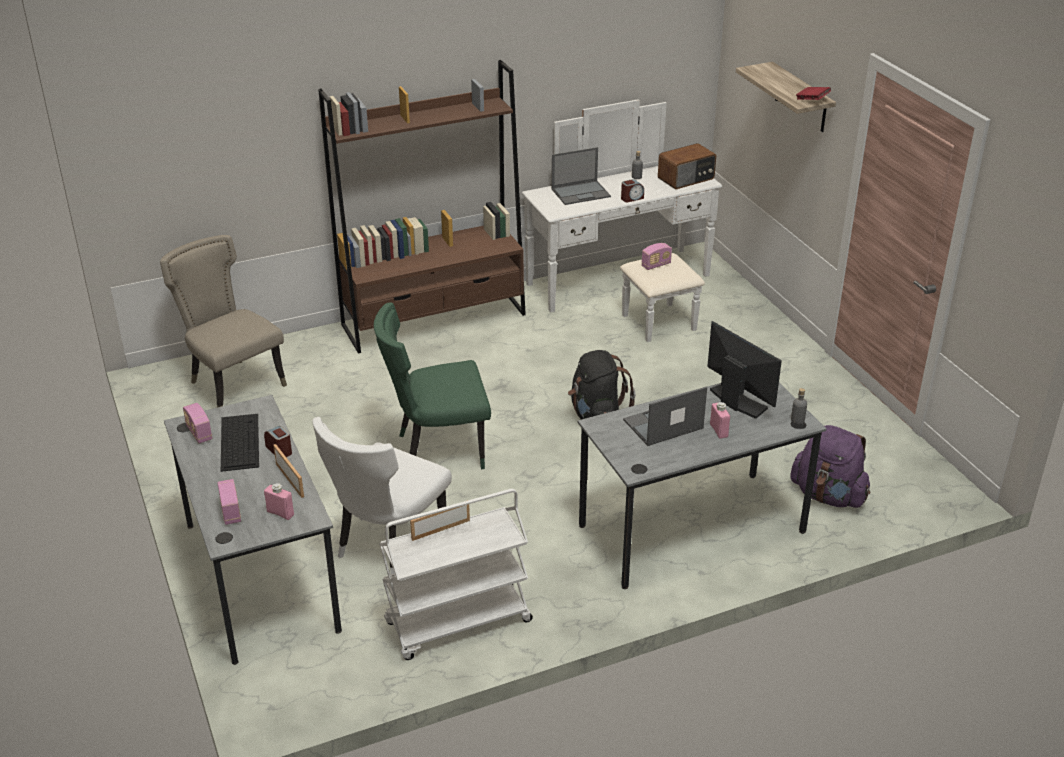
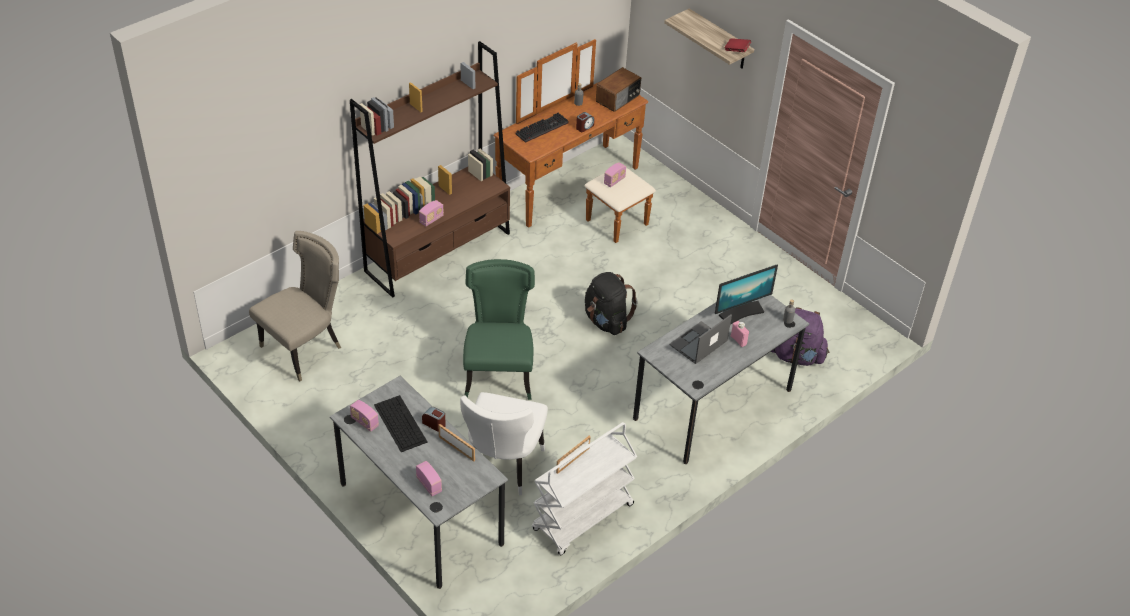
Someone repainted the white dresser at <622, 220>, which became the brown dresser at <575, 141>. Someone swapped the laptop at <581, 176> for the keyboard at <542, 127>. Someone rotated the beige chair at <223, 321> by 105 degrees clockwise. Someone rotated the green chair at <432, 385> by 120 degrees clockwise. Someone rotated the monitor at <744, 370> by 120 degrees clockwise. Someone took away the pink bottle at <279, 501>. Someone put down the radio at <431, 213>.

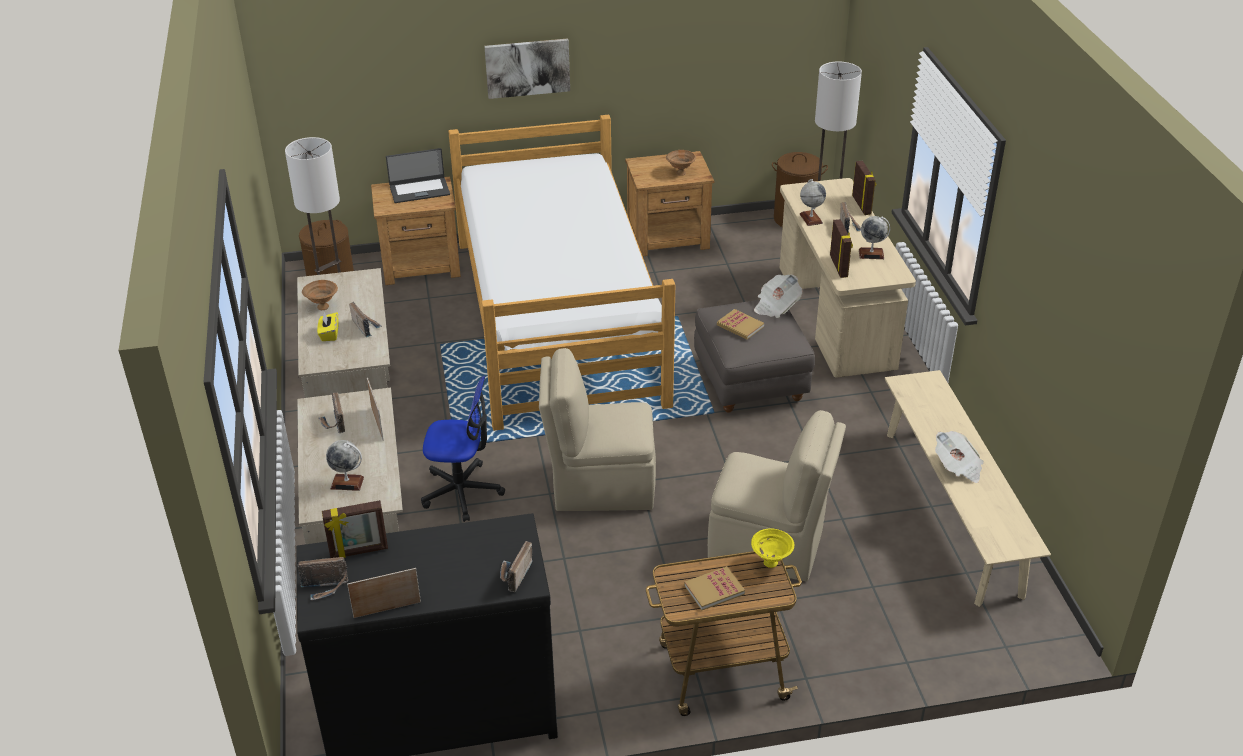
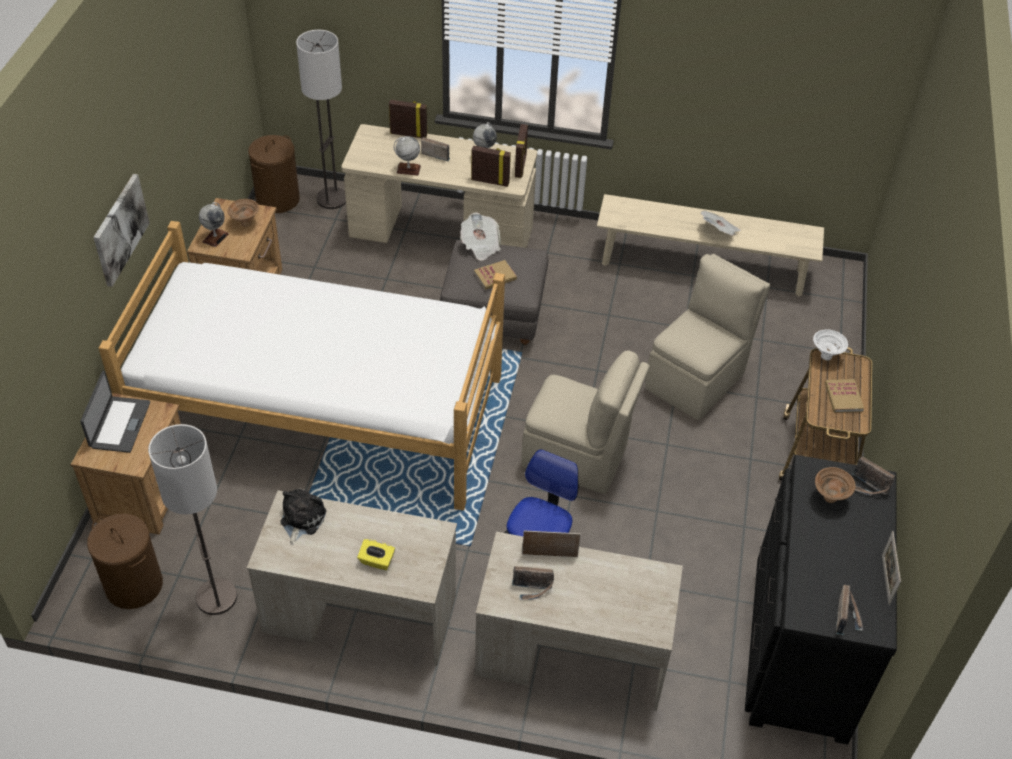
Someone carried the brown bowl from <320, 295> to <835, 485>. Someone took away the radio at <365, 319>. Someone rotated the beige chair at <597, 429> by 90 degrees counterclockwise. Someone carried the globe from <345, 465> to <214, 224>. Someone carried the picture frame from <355, 529> to <521, 151>. Someone repainted the yellow bowl at <773, 548>, which became the white bowl at <830, 344>. Someone put down the plush toy at <303, 517>.

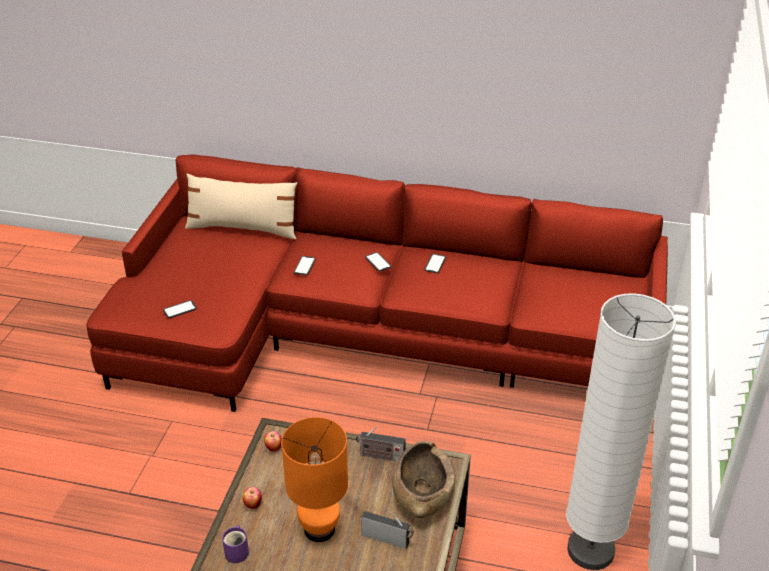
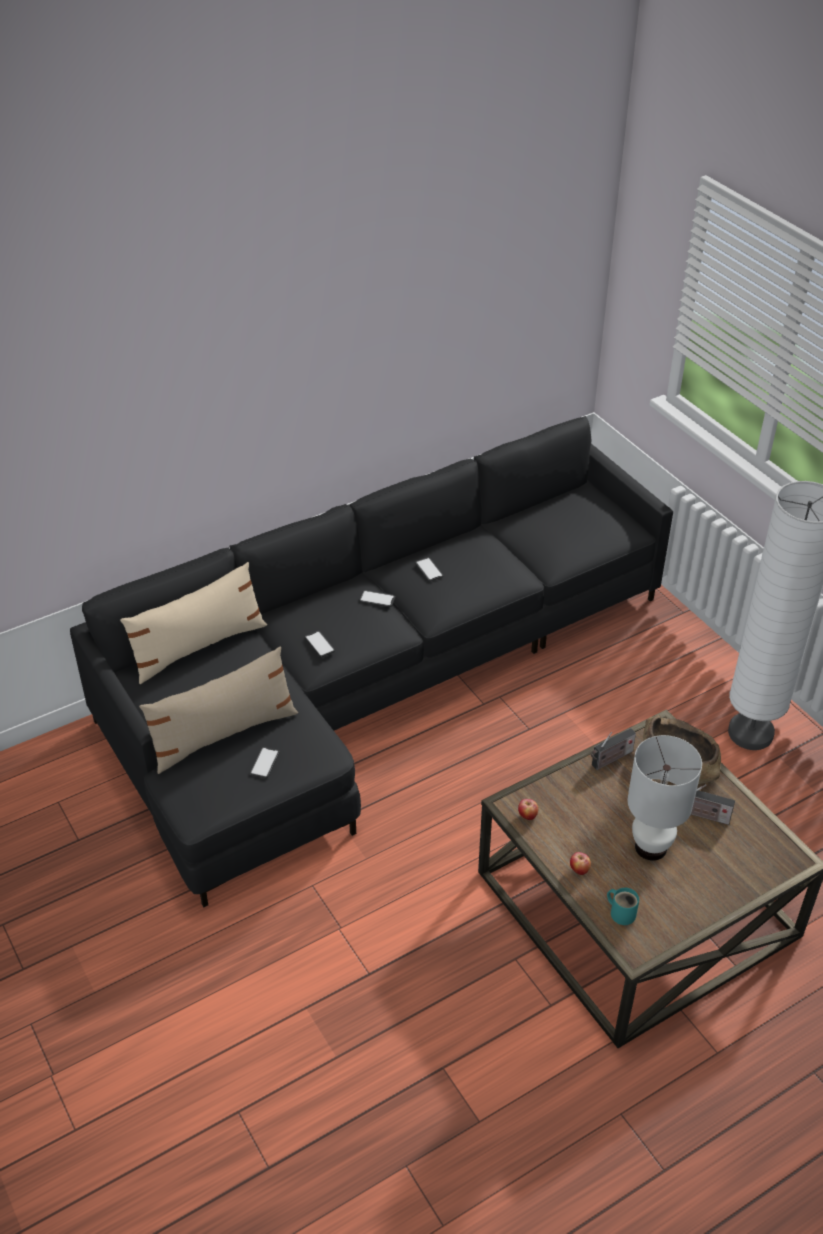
Someone repainted the red sofa at <377, 283>, which became the black sofa at <371, 661>. Someone repainted the orange table lamp at <314, 479>, which became the white table lamp at <664, 798>. Someone rotated the radio at <387, 530> by 135 degrees counterclockwise. Someone repainted the purple mug at <235, 544>, which became the turquoise mug at <623, 906>. Someone put down the beige pillow at <218, 710>.

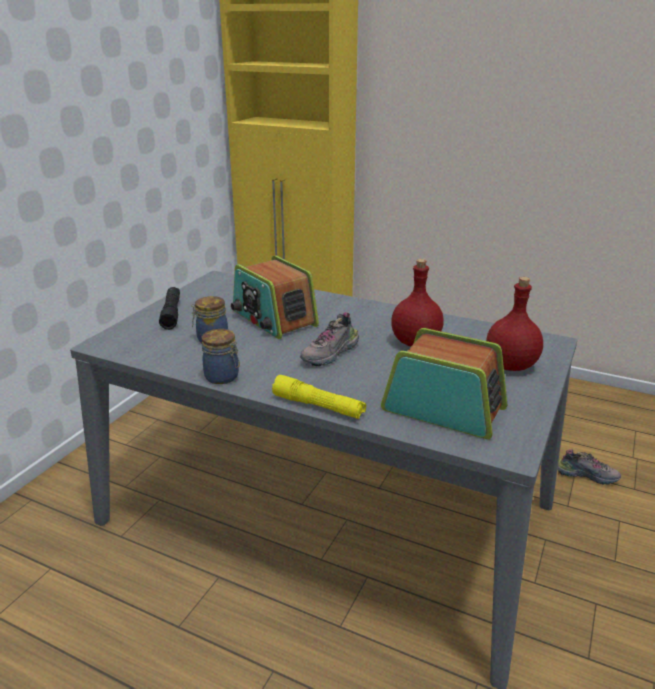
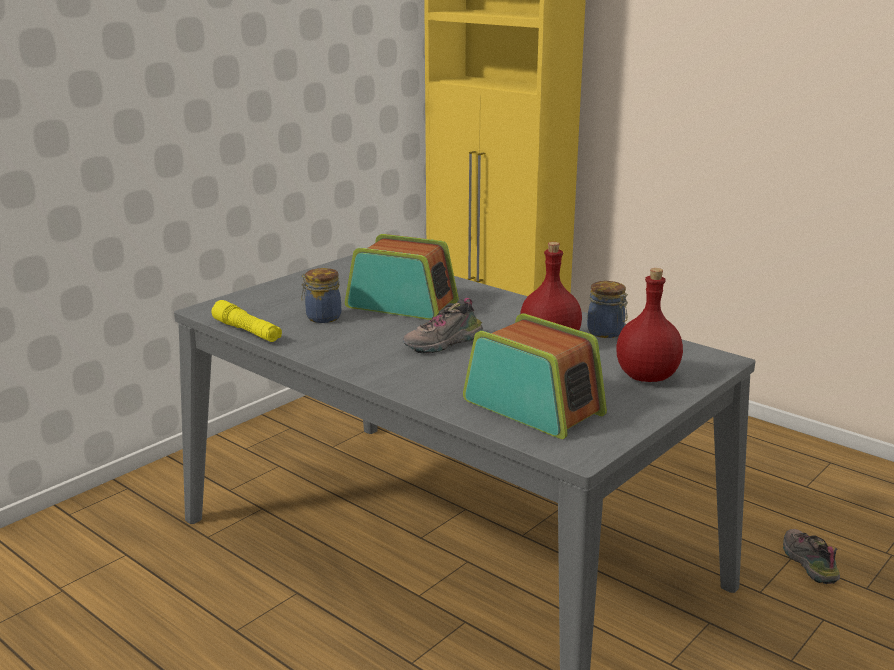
Someone rotated the radio at <275, 297> by 135 degrees clockwise. Someone took away the black flashlight at <169, 308>. Someone carried the jar from <220, 356> to <607, 309>. Someone carried the yellow flashlight from <319, 397> to <247, 321>. Someone rotated the shoe at <589, 467> by 135 degrees counterclockwise.

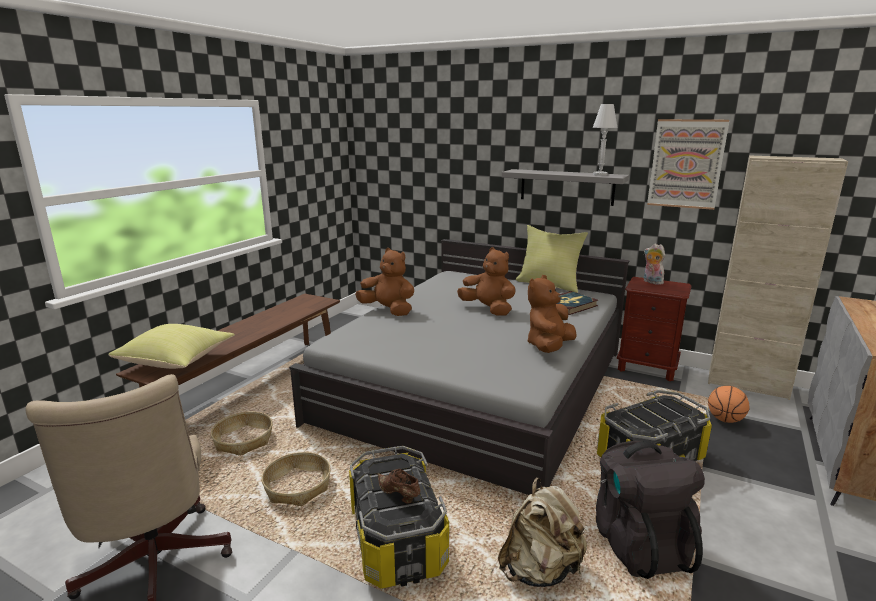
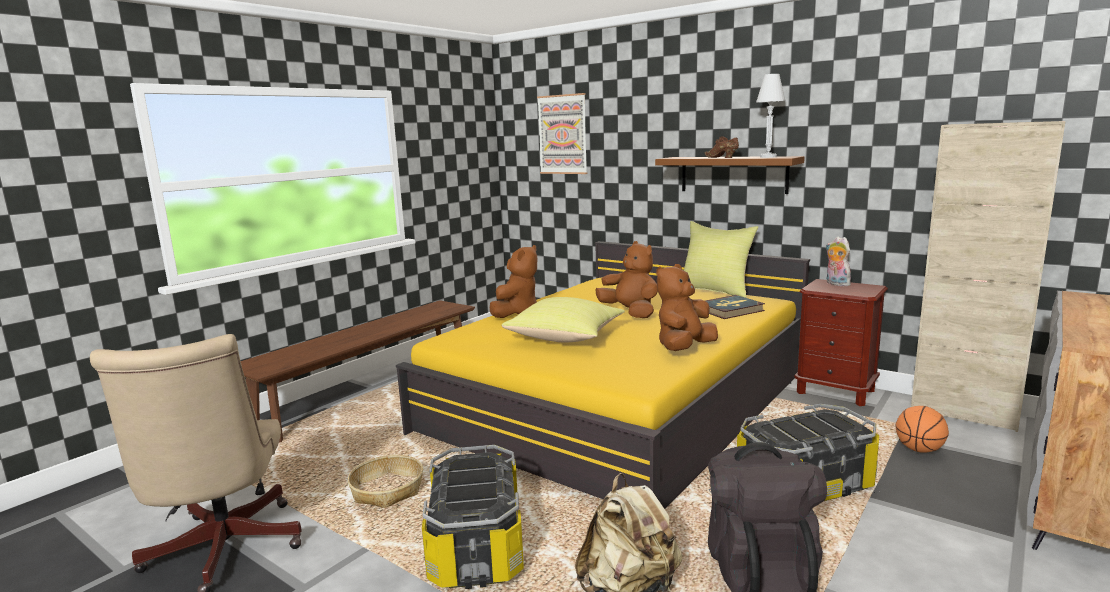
Someone carried the picture from <688, 164> to <562, 133>. Someone repainted the grey shelf at <565, 187>, which became the brown shelf at <730, 175>. Someone repainted the grey bed at <459, 367>, which became the yellow bed at <603, 375>. Someone rotated the brown plush toy at <384, 282> by 75 degrees clockwise. Someone carried the yellow pillow from <171, 346> to <563, 319>. Someone took away the basket at <242, 434>. Someone carried the brown shoe from <398, 486> to <721, 147>.

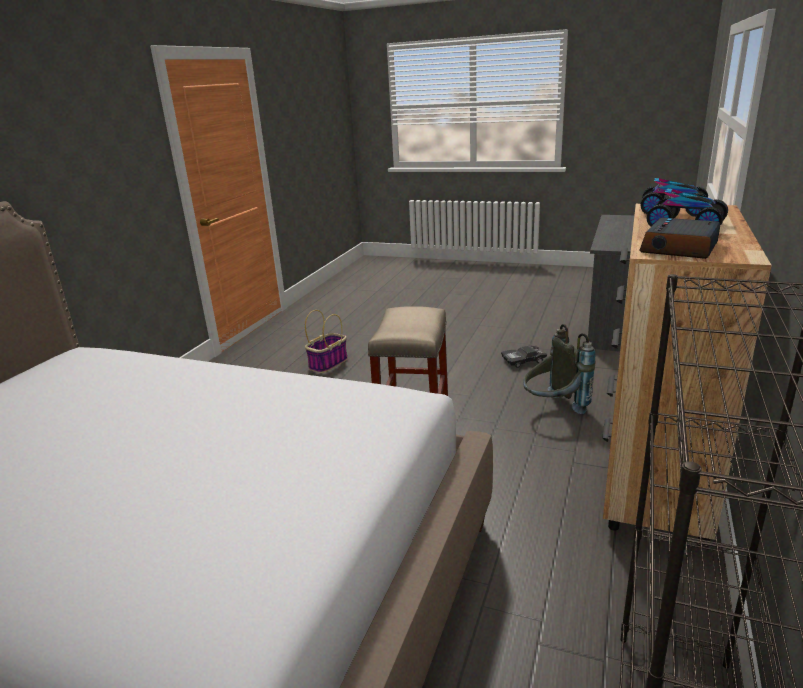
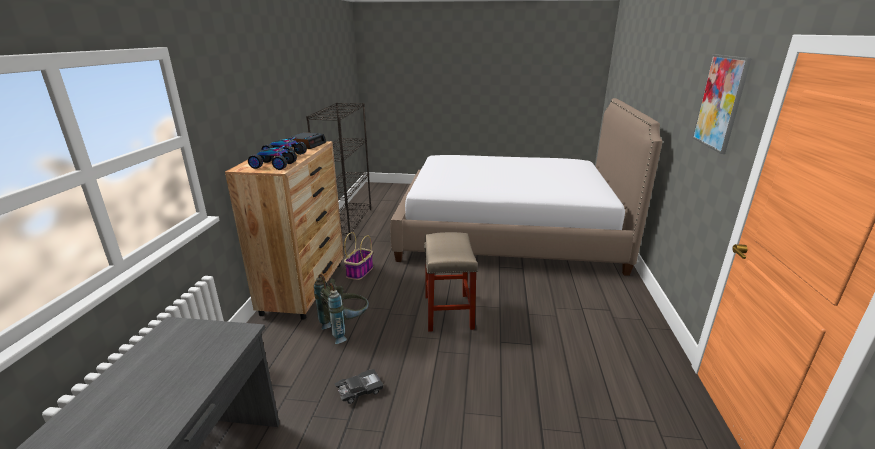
Someone carried the basket from <326, 341> to <358, 256>. Someone put up the picture at <722, 104>.

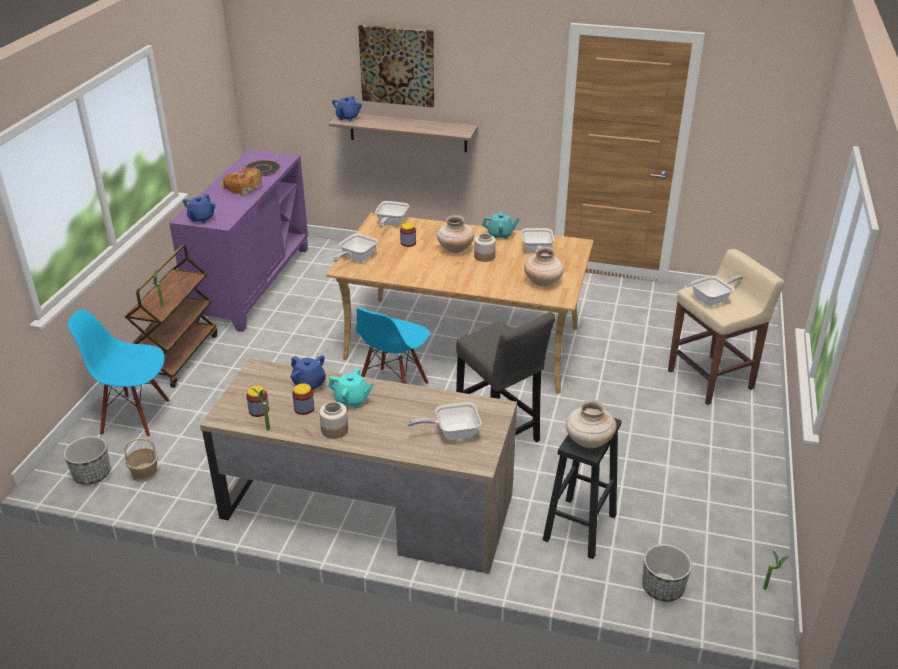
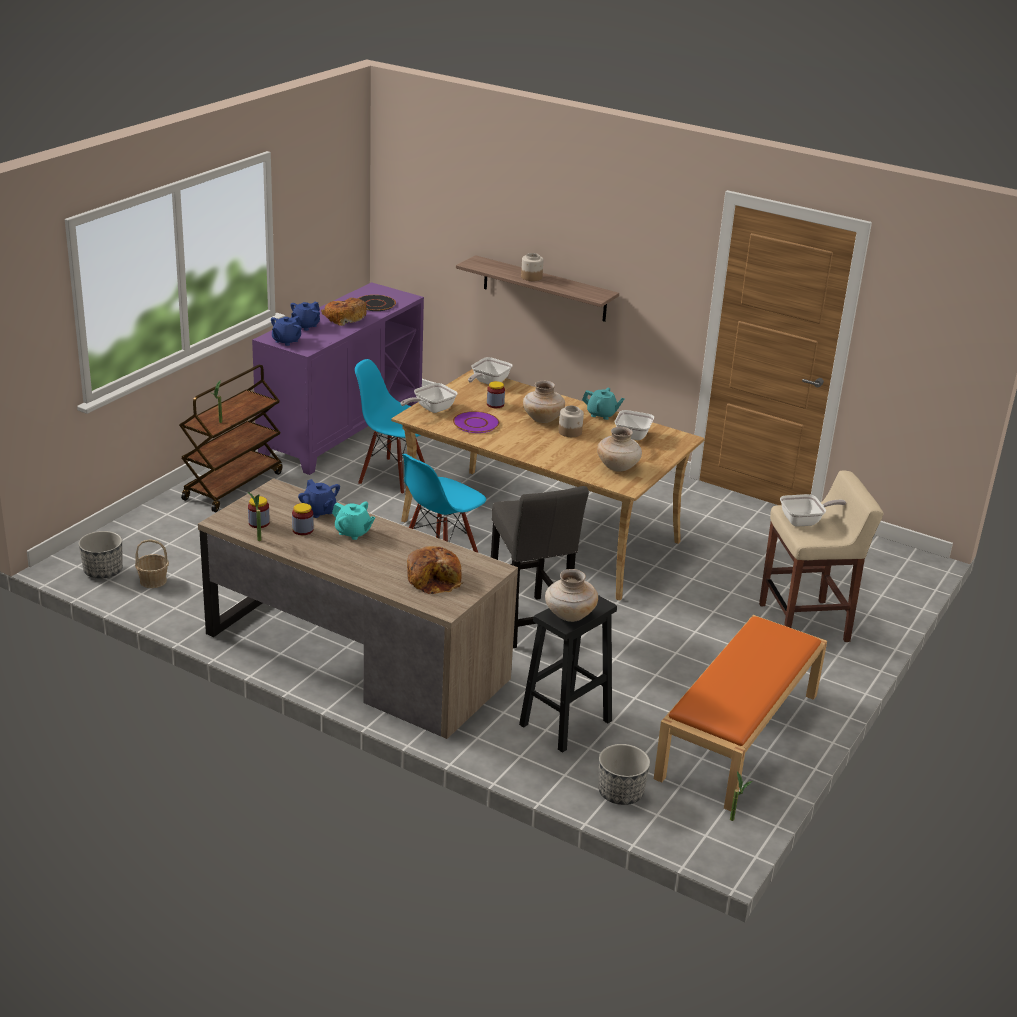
Someone took away the picture at <396, 66>. Someone carried the blue teapot from <347, 108> to <305, 316>. Someone carried the blue chair from <119, 373> to <390, 426>. Someone carried the jar from <333, 420> to <532, 267>. Someone swapped the frying pan at <444, 421> for the bread at <435, 570>. Someone put down the purple plate at <476, 422>. Someone put down the orange bench at <740, 713>.

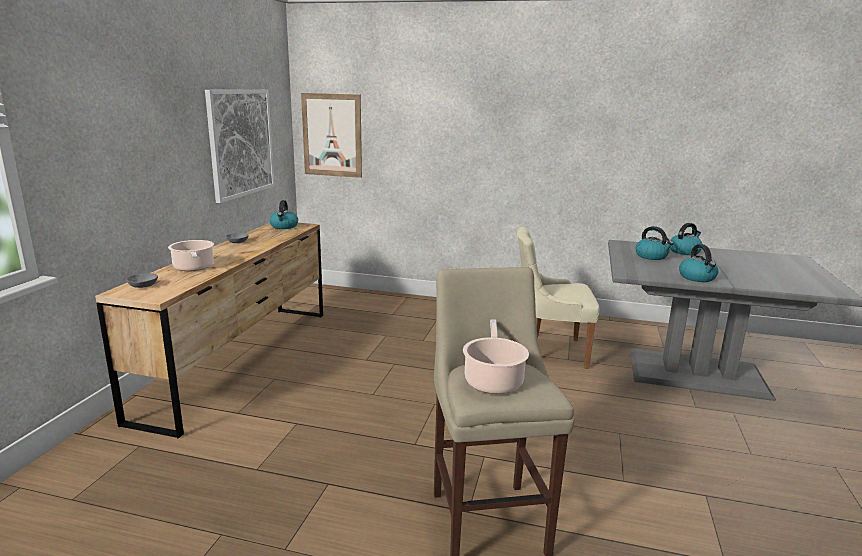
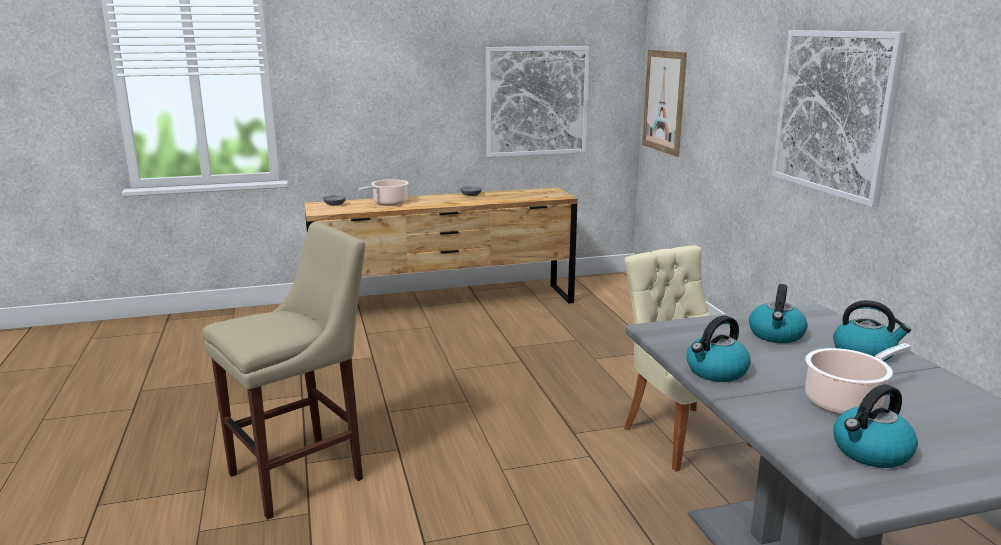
Someone carried the kettle from <284, 214> to <875, 426>. Someone carried the cooking pot from <496, 356> to <858, 379>. Someone put up the picture at <839, 118>.

